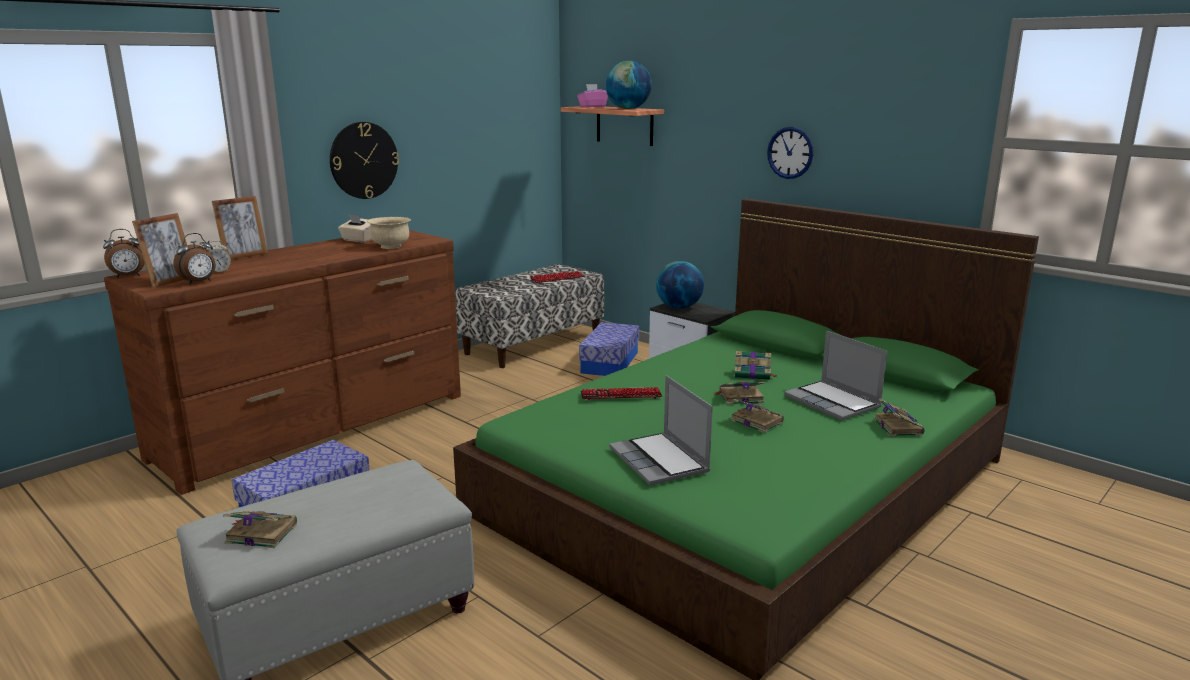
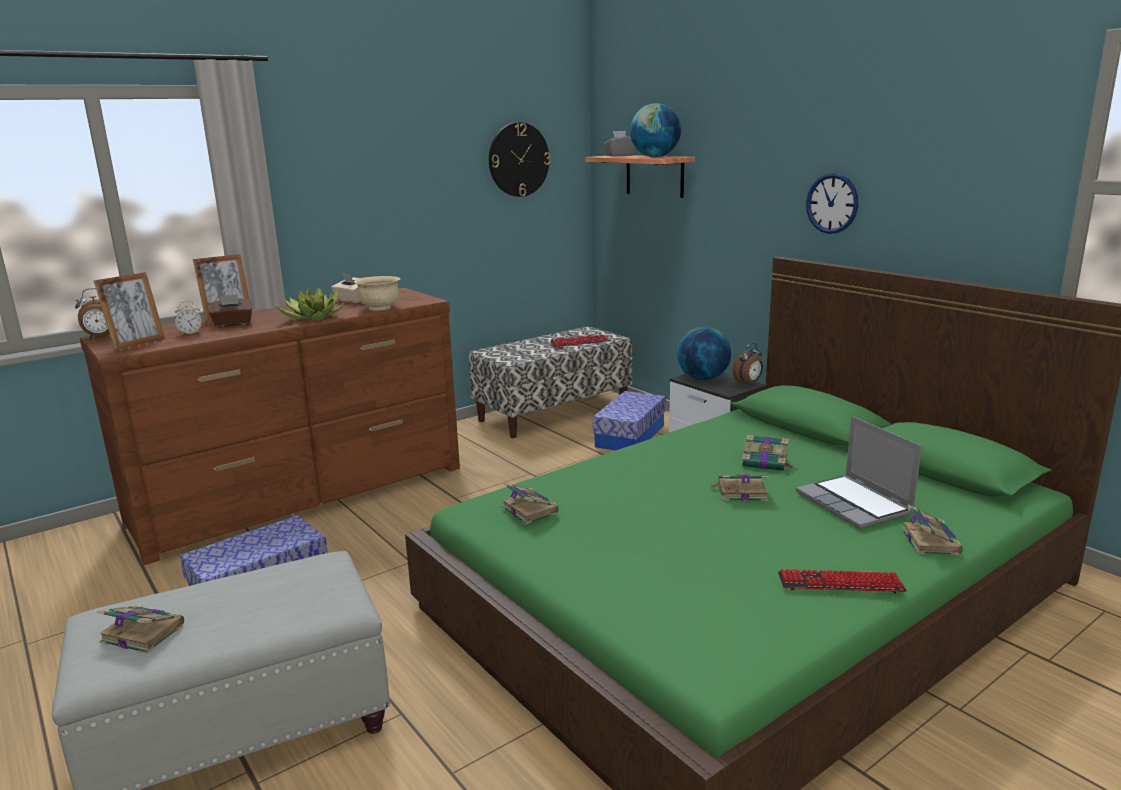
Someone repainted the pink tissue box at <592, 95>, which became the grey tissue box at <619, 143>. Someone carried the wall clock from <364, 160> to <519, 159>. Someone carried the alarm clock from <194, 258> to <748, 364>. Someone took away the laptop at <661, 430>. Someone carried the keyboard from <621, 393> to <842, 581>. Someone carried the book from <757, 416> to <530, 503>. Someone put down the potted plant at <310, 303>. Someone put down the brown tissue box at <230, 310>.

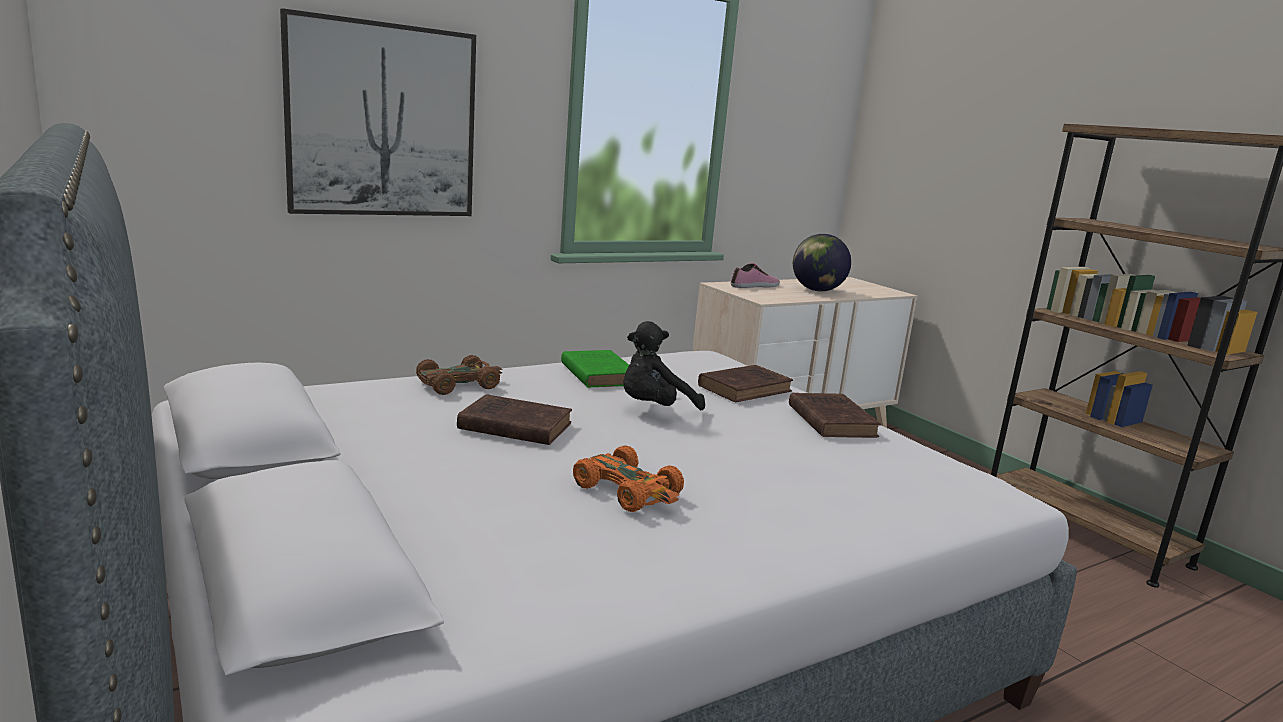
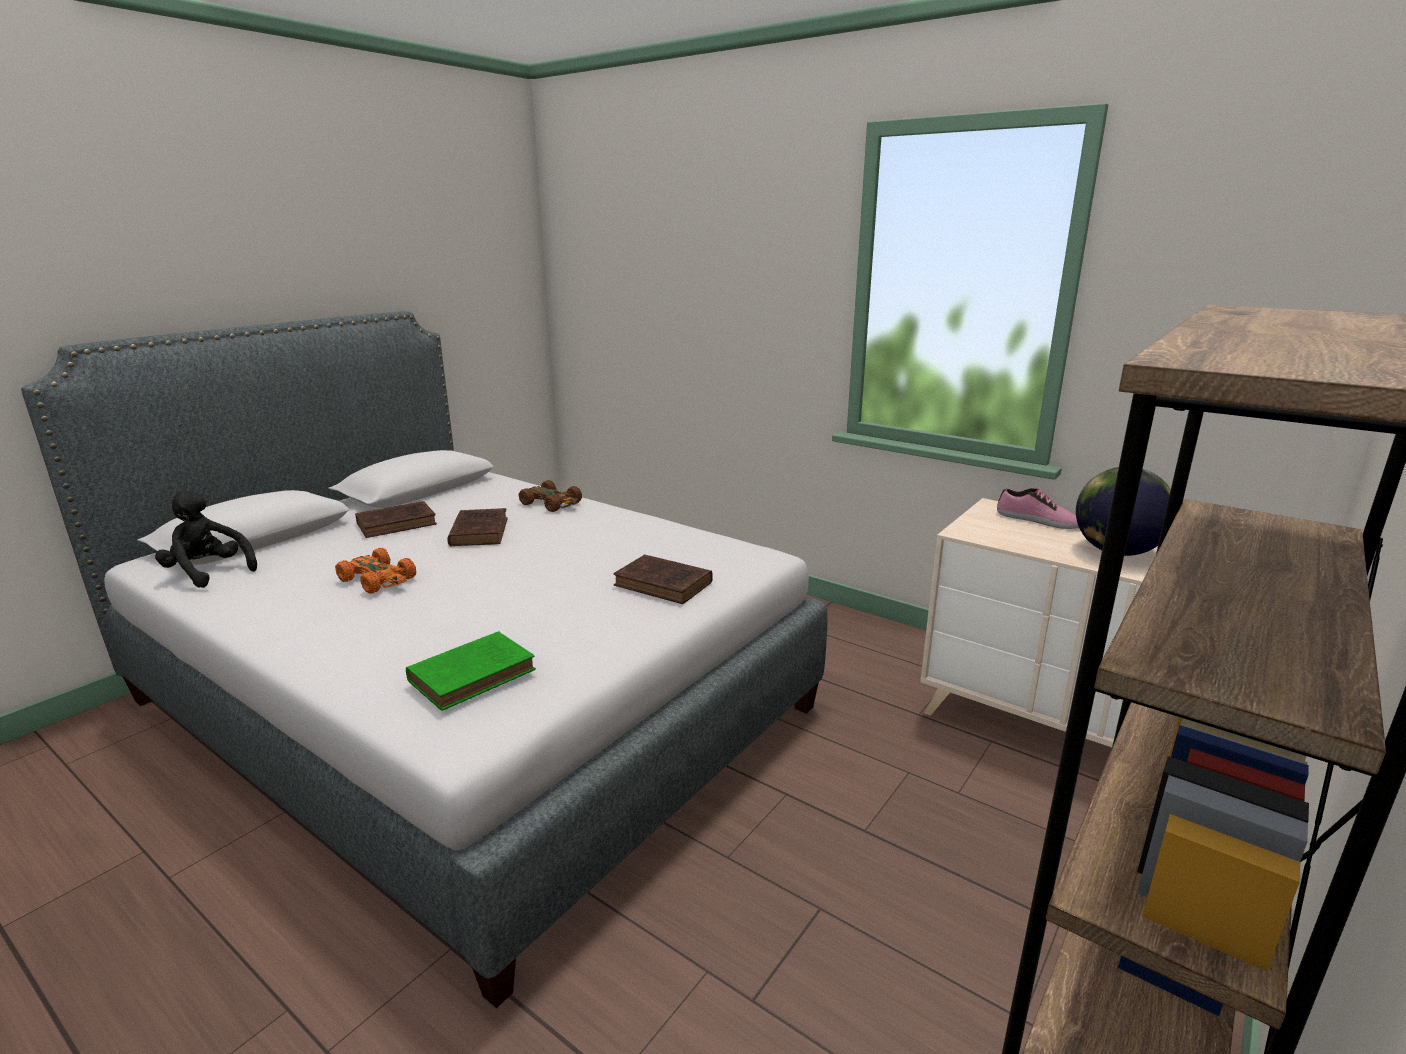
Someone took away the picture at <378, 112>. Someone carried the black plush toy from <664, 365> to <206, 539>. Someone carried the green book from <595, 369> to <471, 671>. Someone carried the brown book from <835, 415> to <396, 519>. Someone rotated the orange toy car at <628, 479> by 75 degrees counterclockwise.

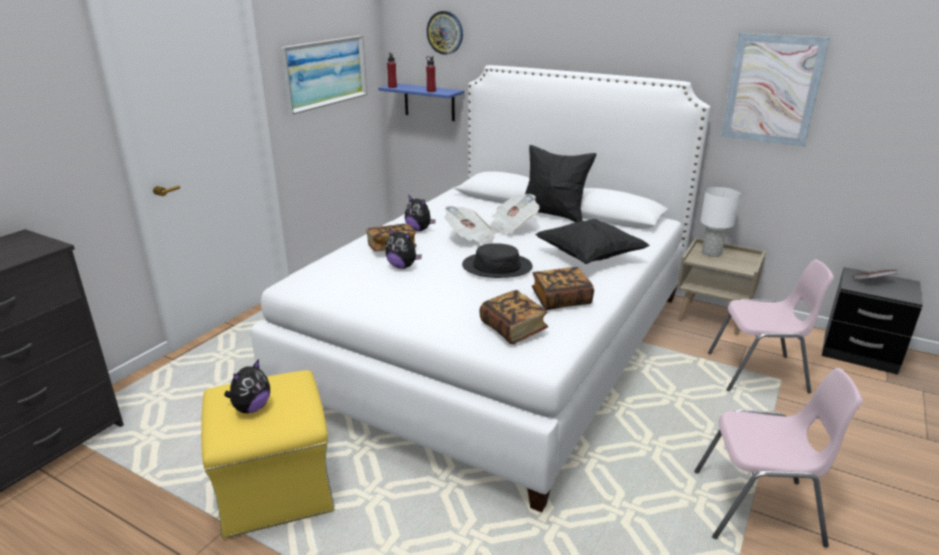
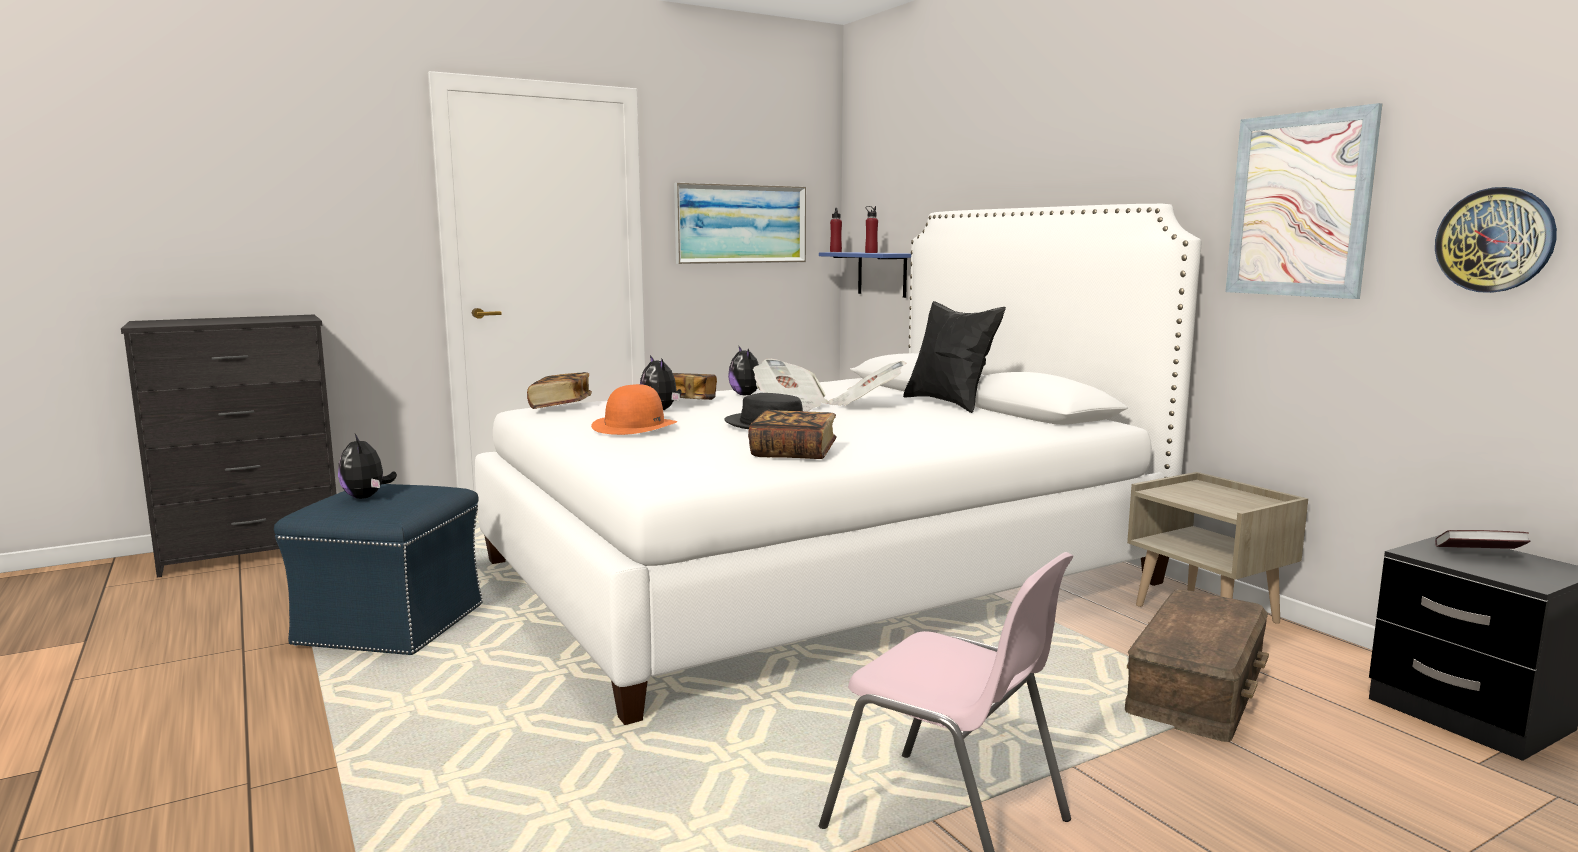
Someone carried the wall clock from <444, 33> to <1496, 240>. Someone took away the white table lamp at <720, 222>. Someone took away the black pillow at <592, 241>. Someone swapped the pink chair at <771, 326> for the brown storage box at <1197, 665>. Someone carried the book from <513, 317> to <559, 390>. Someone rotated the plush toy at <247, 386> by 90 degrees clockwise. Someone repainted the yellow ottoman at <268, 454>, which became the blue ottoman at <378, 569>. Someone put down the orange hat at <634, 409>.

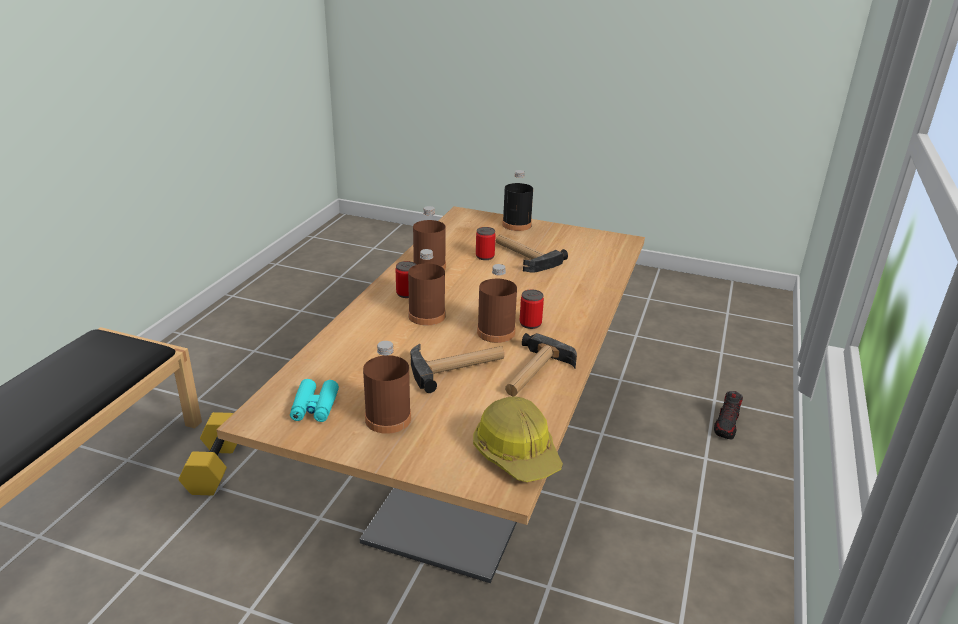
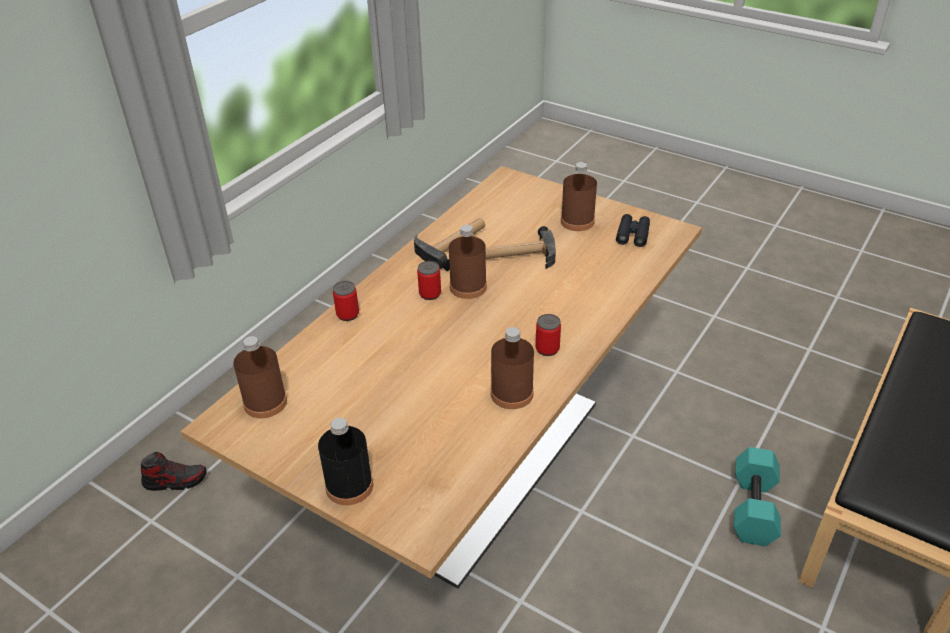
Someone carried the can from <486, 243> to <346, 301>. Someone took away the hammer at <532, 253>. Someone carried the brown bottle from <426, 287> to <260, 377>. Someone repainted the turquoise binoculars at <314, 400>, which became the black binoculars at <633, 230>. Someone rotated the shoe at <728, 415> by 45 degrees clockwise. Someone took away the hard hat at <518, 439>. Someone repainted the yellow dumbbell at <207, 453>, which became the turquoise dumbbell at <757, 496>.

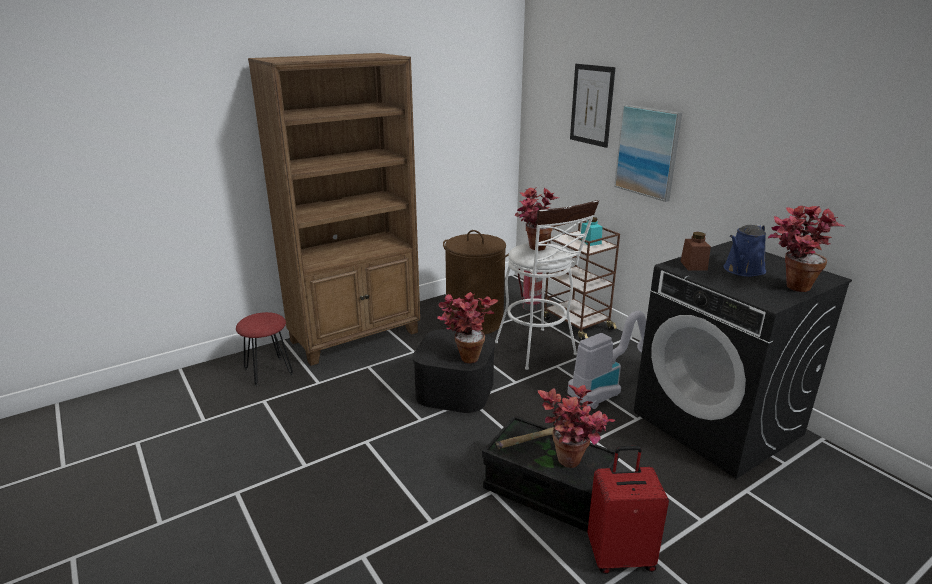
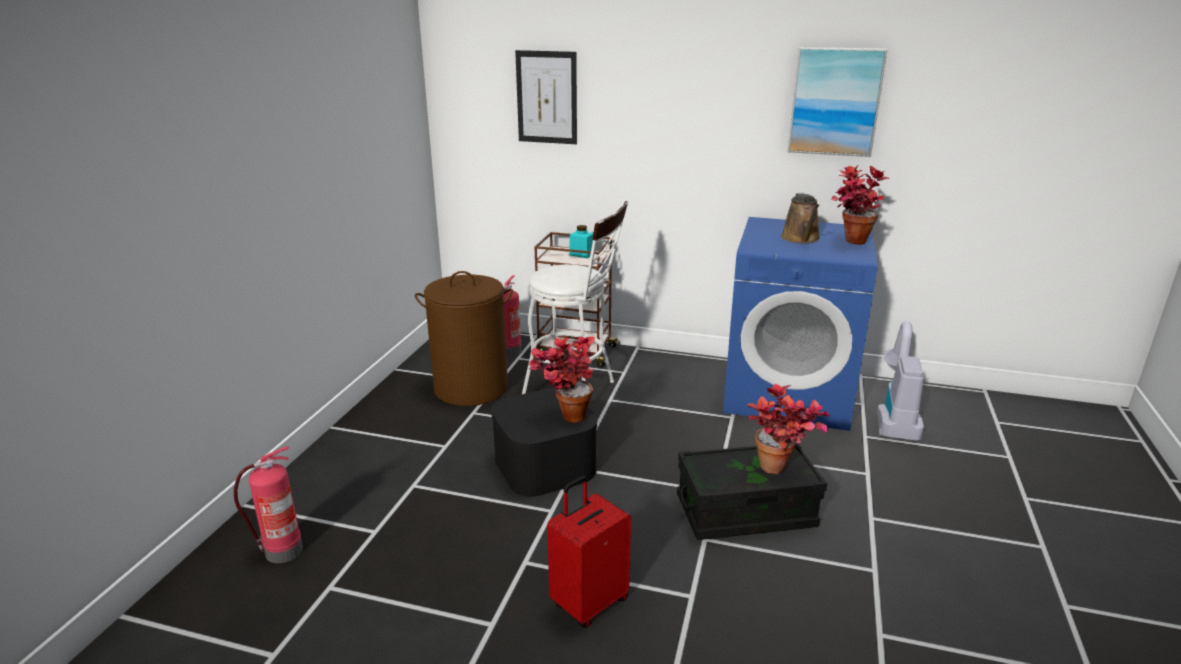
Someone took away the brown bookcase at <334, 209>. Someone carried the picture from <648, 153> to <838, 102>. Someone took away the potted plant at <537, 219>. Someone repainted the blue watering can at <744, 250>, which became the brown watering can at <800, 218>. Someone took away the brown jar at <695, 251>. Someone repainted the black washing machine at <743, 360>, which became the blue washing machine at <800, 324>. Someone carried the vacuum cleaner from <607, 360> to <900, 381>. Someone swapped the red stool at <264, 349> for the fire extinguisher at <268, 504>. Someone took away the hammer at <525, 432>. Someone carried the red suitcase from <628, 510> to <589, 552>.

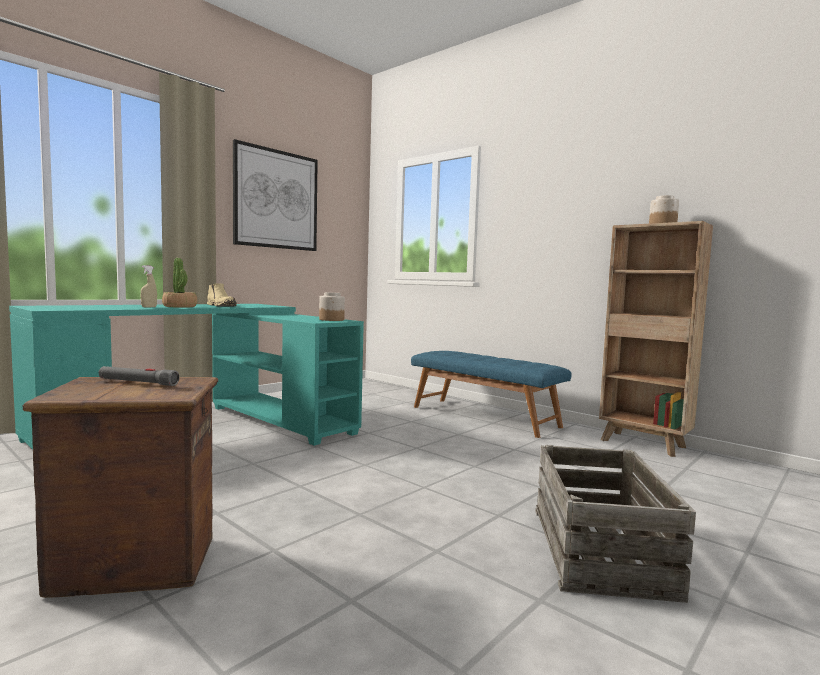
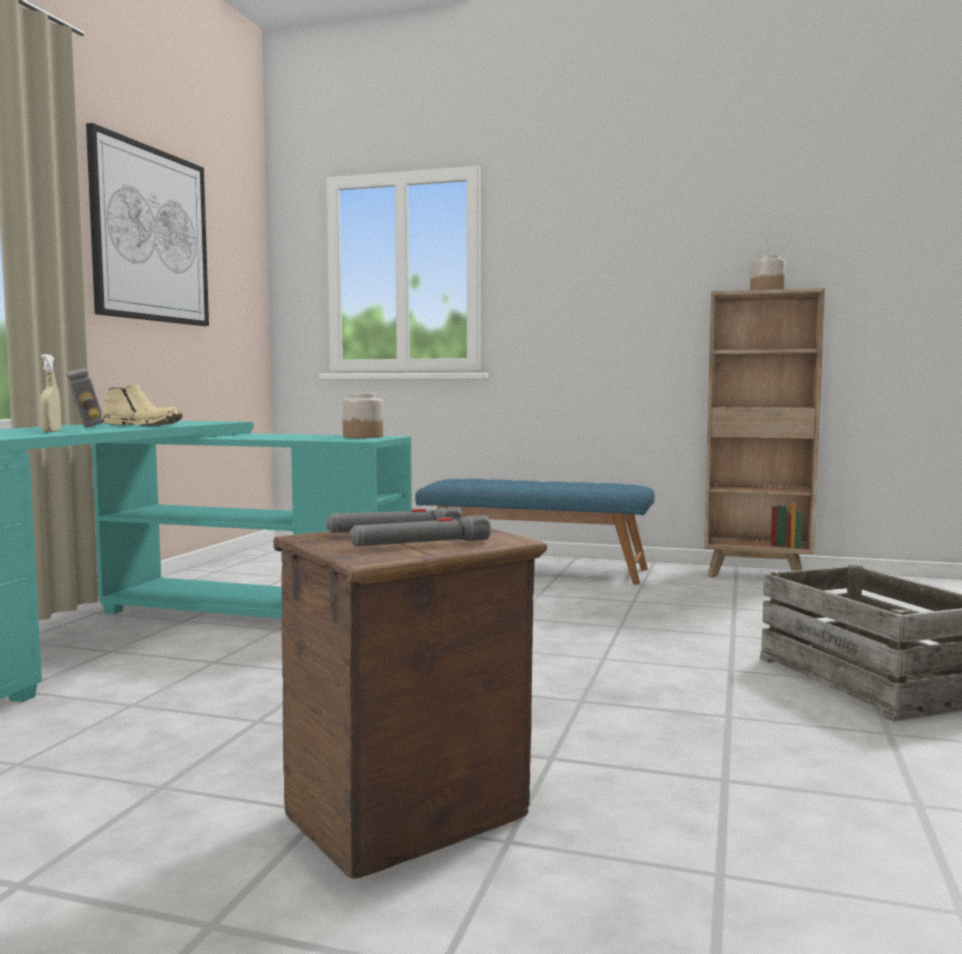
Someone swapped the potted plant at <179, 283> for the hammer at <85, 397>. Someone put down the grey flashlight at <420, 531>.

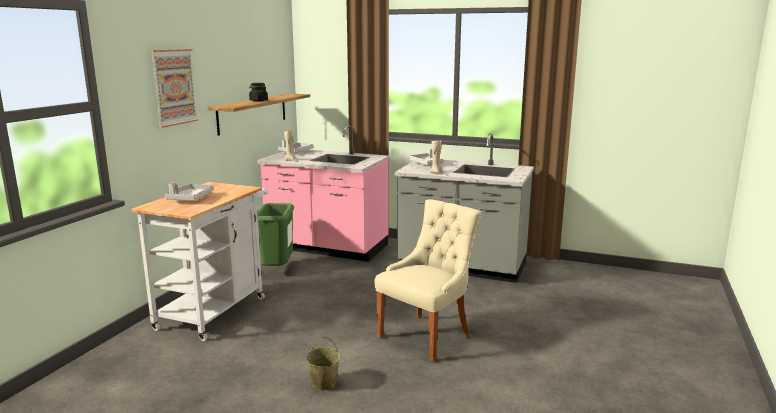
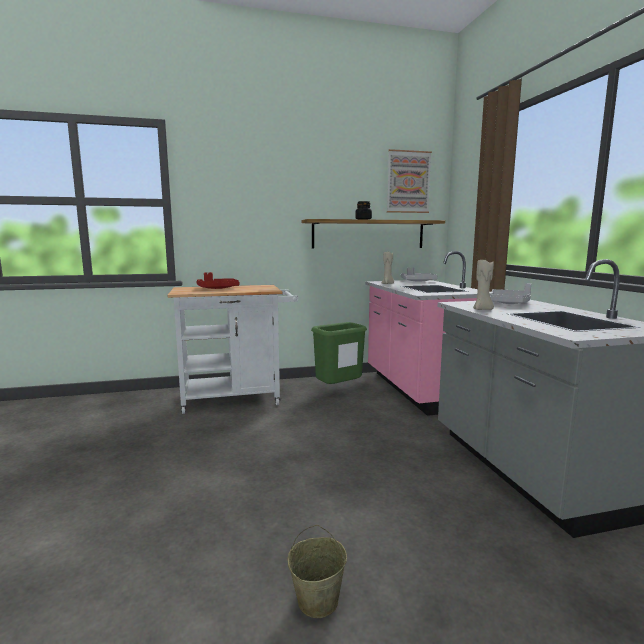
Someone carried the picture from <174, 88> to <409, 181>. Someone repainted the grey tray at <189, 191>, which became the red tray at <217, 280>. Someone took away the beige chair at <428, 280>. Someone carried the beige bucket from <322, 363> to <317, 571>.

